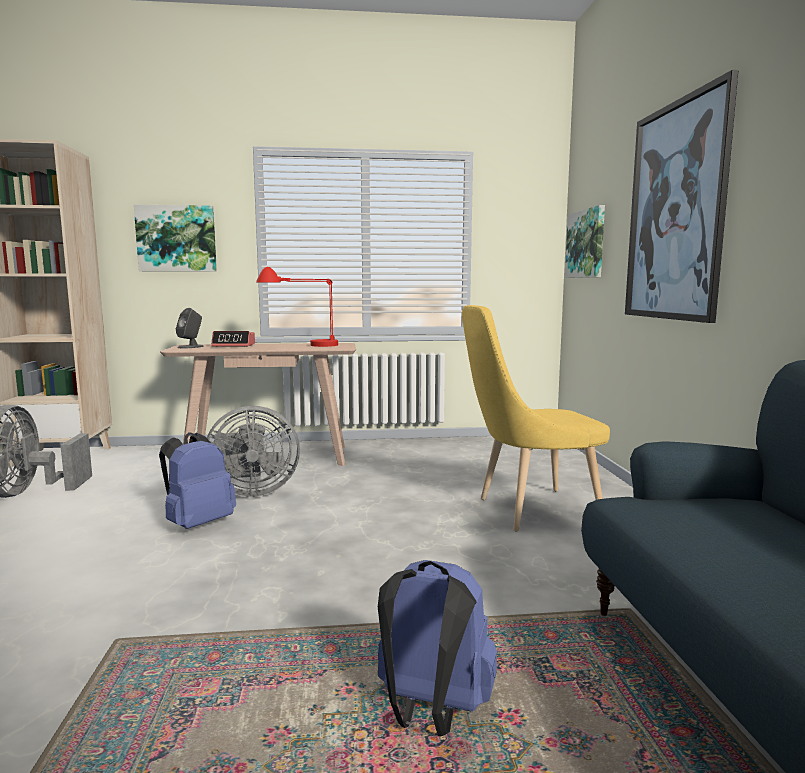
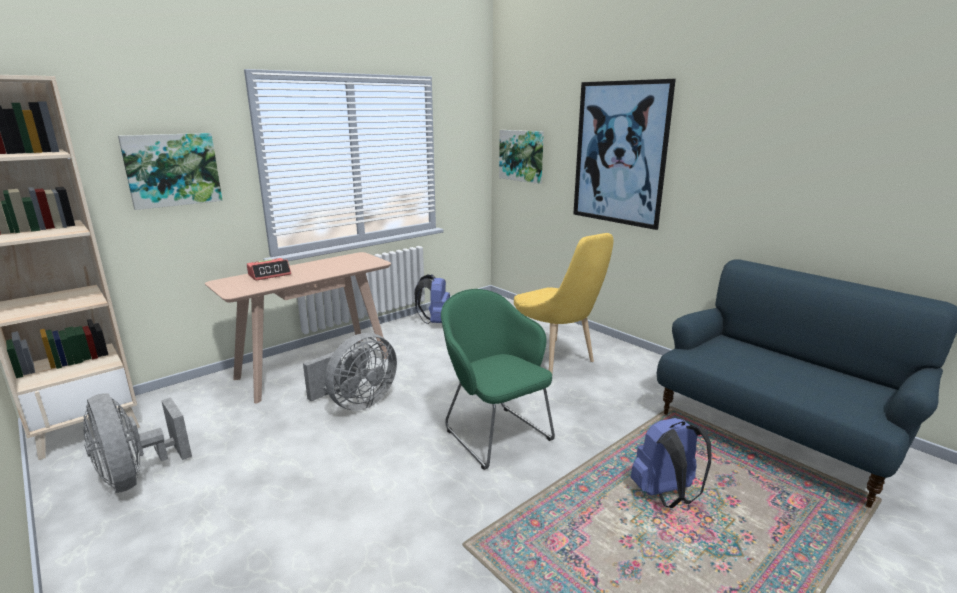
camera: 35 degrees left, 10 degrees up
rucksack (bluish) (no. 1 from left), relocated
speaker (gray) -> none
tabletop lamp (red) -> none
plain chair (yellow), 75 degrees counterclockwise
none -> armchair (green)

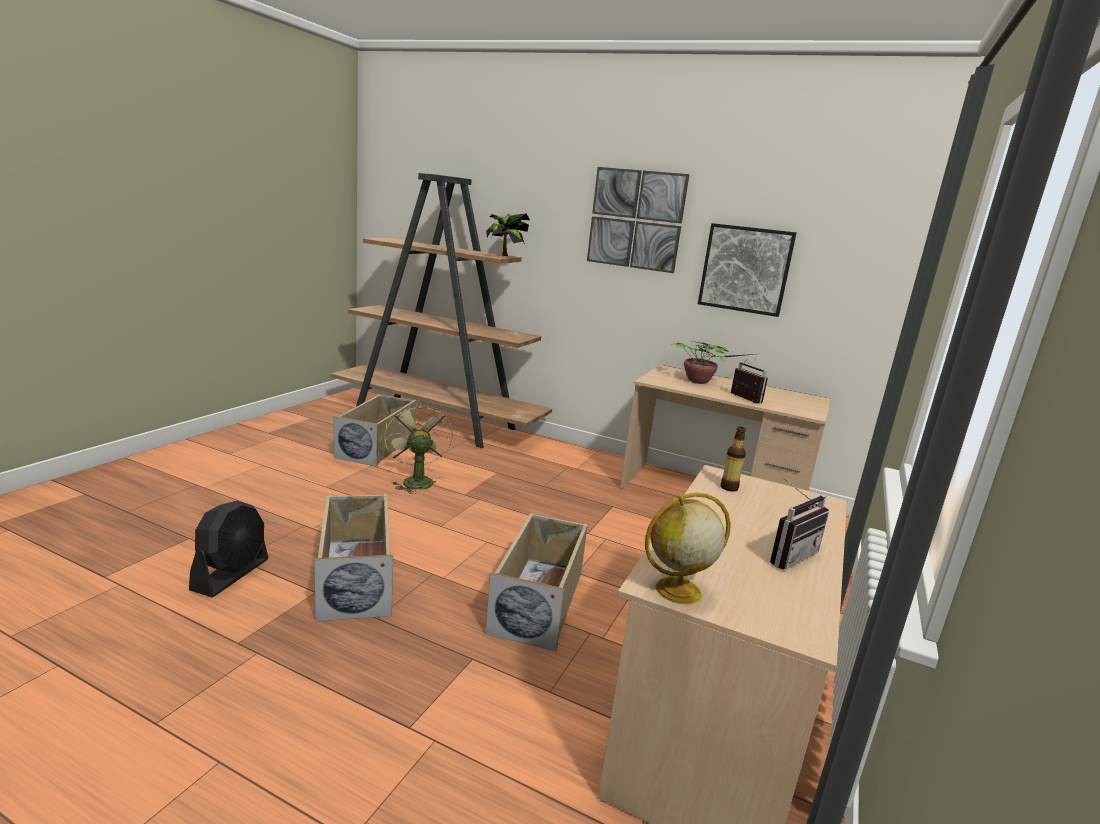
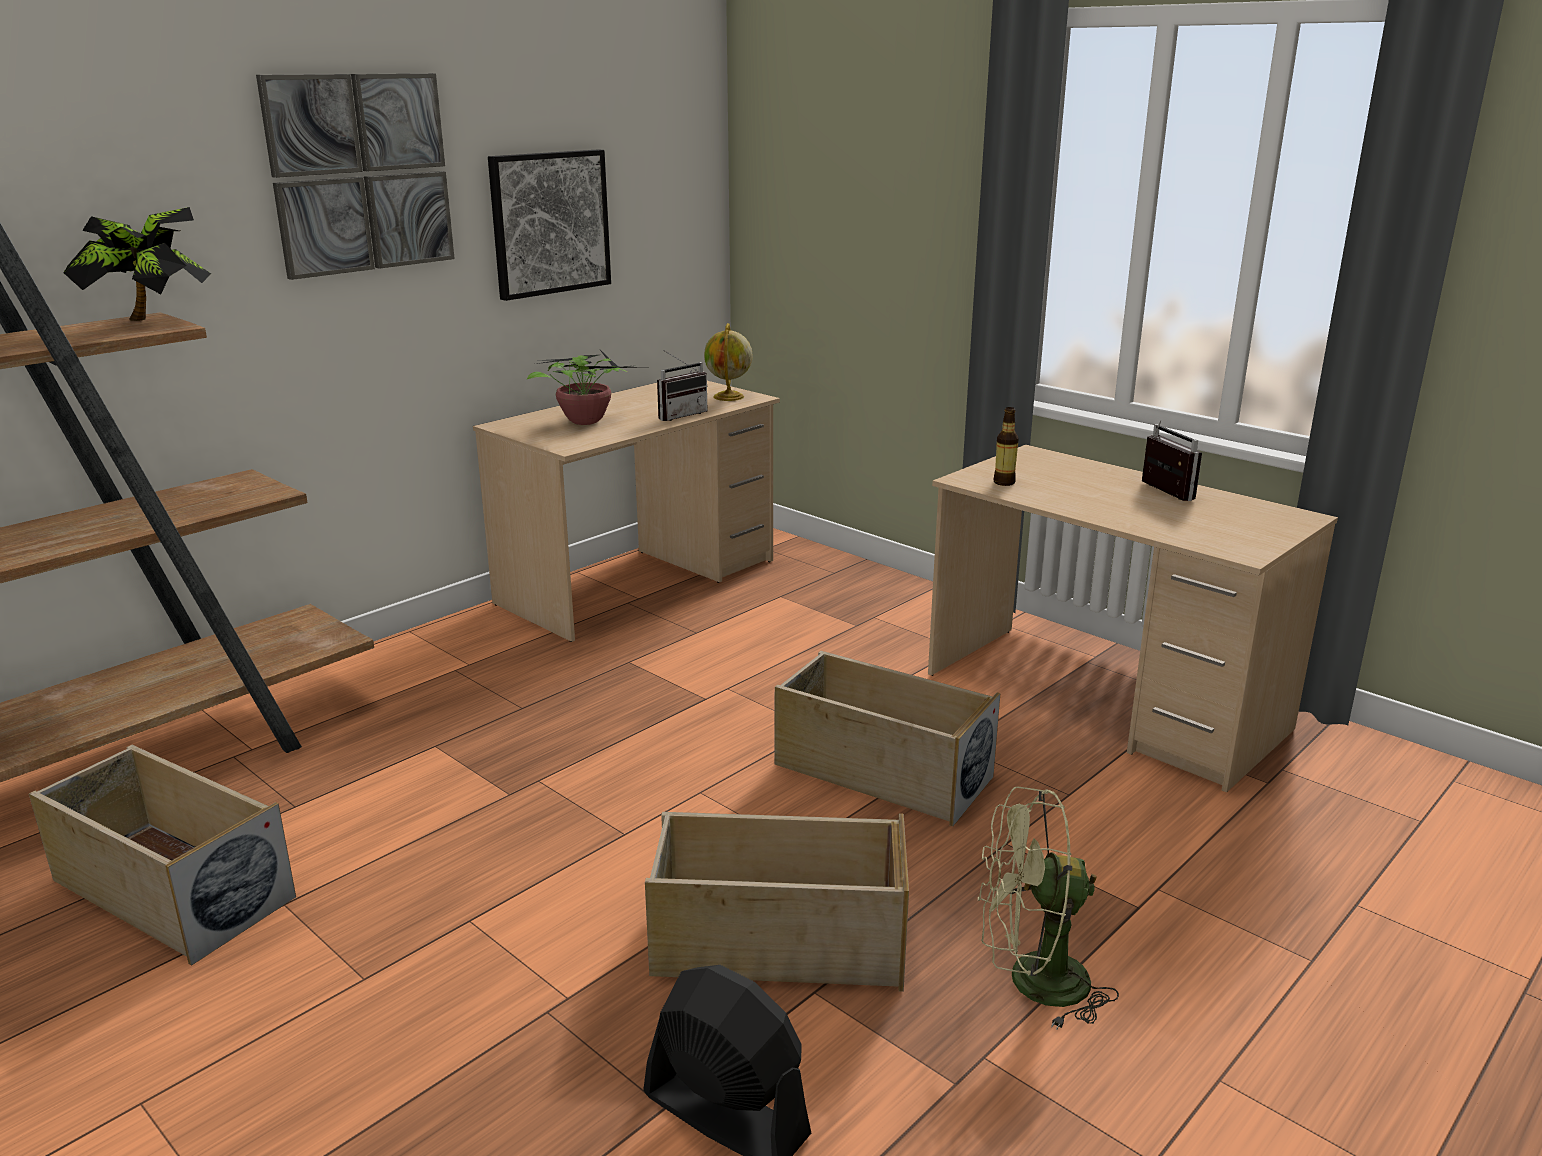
camera: 70 degrees left, 5 degrees up
electric fan (green), relocated
desk globe, relocated
radio set (no. 1 from left), 150 degrees clockwise

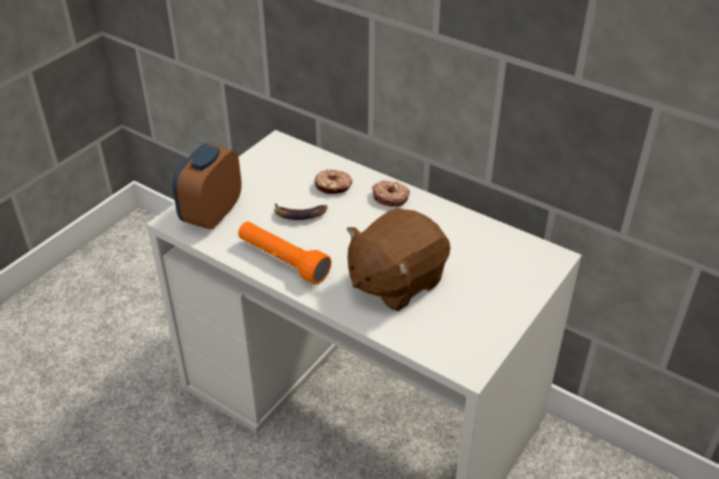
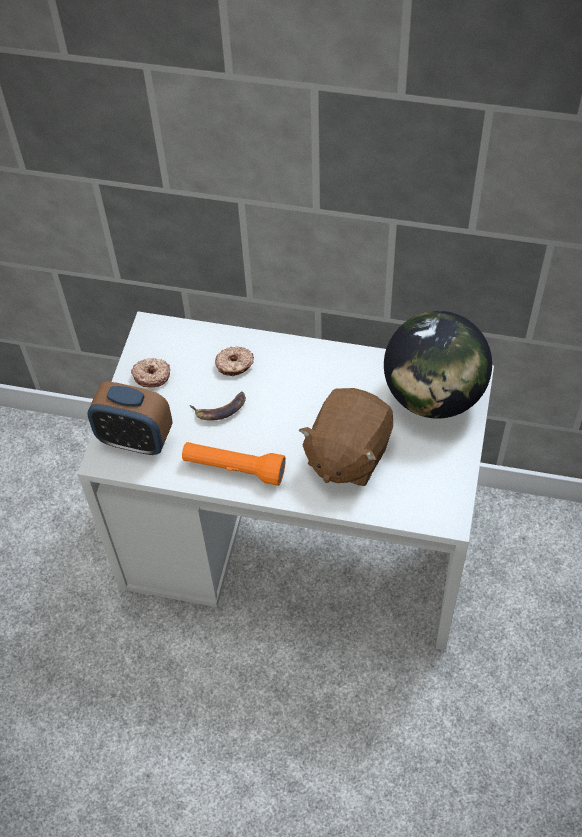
camera: 20 degrees left, 15 degrees up
table clock, 75 degrees counterclockwise
ring doughnut (no. 2 from left in the first image) -> ring doughnut (no. 1 from left), relocated
none -> desk globe

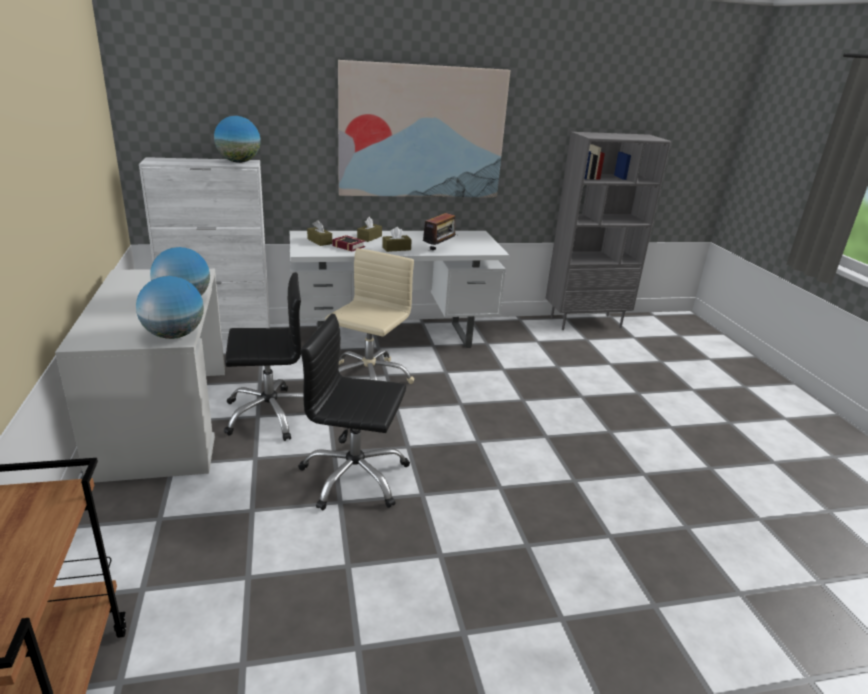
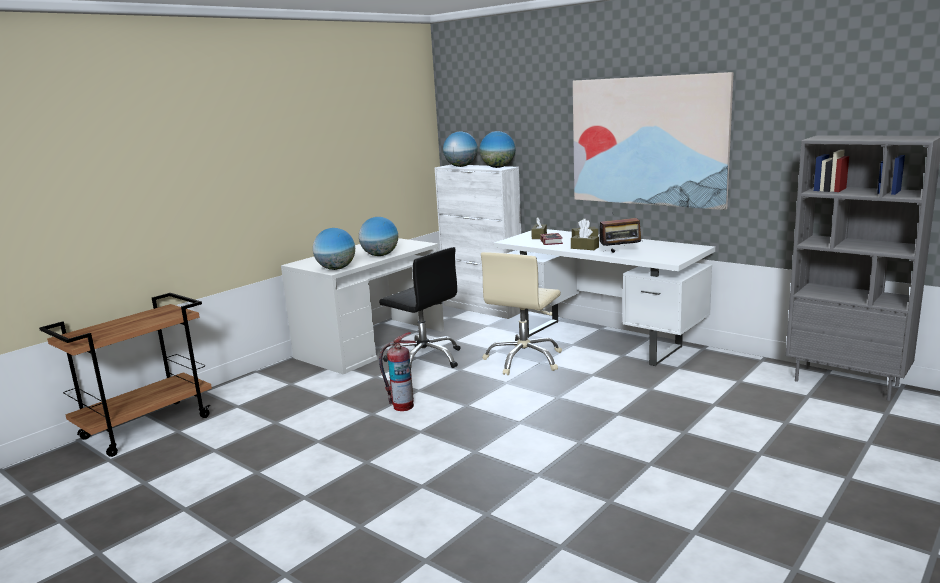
camera: 55 degrees right, 10 degrees down
computer chair (blackish) (no. 2 from left) -> fire extinguisher
computer chair (beige), 135 degrees clockwise
none -> desk globe (no. 3 from left)

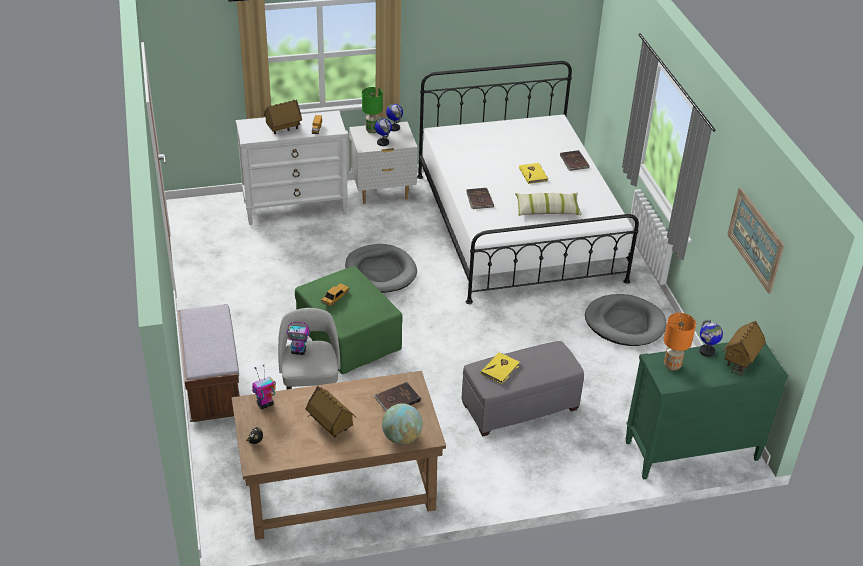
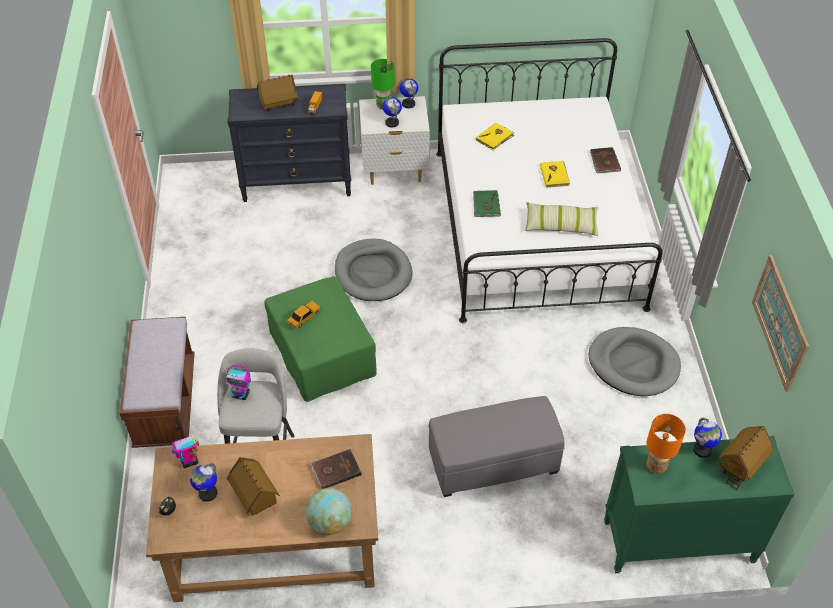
camera: 10 degrees right, 10 degrees up
chest of drawers (white) -> chest of drawers (blackish)
book (brown-coloured) (no. 2 from left) -> book (green)
book (yellow) (no. 1 from left), relocated
none -> desk globe (no. 1 from left)

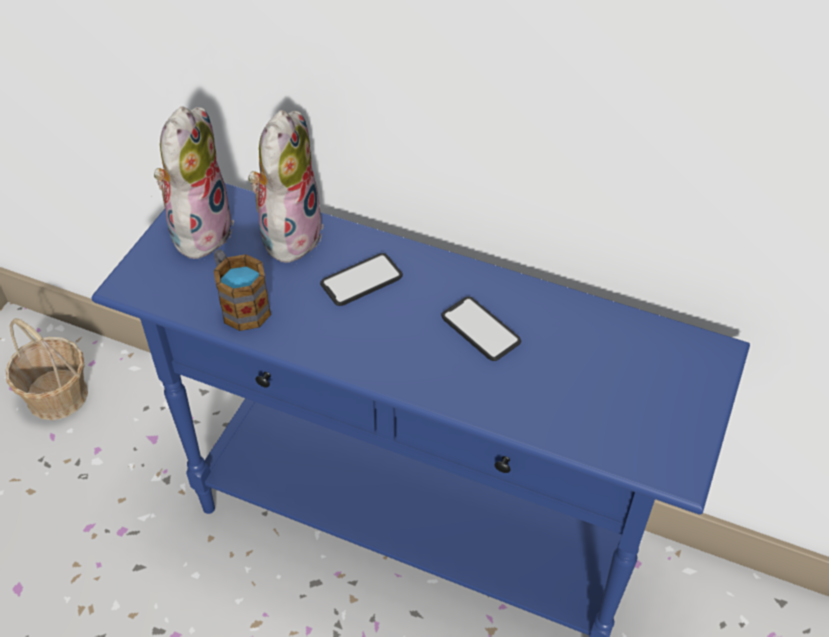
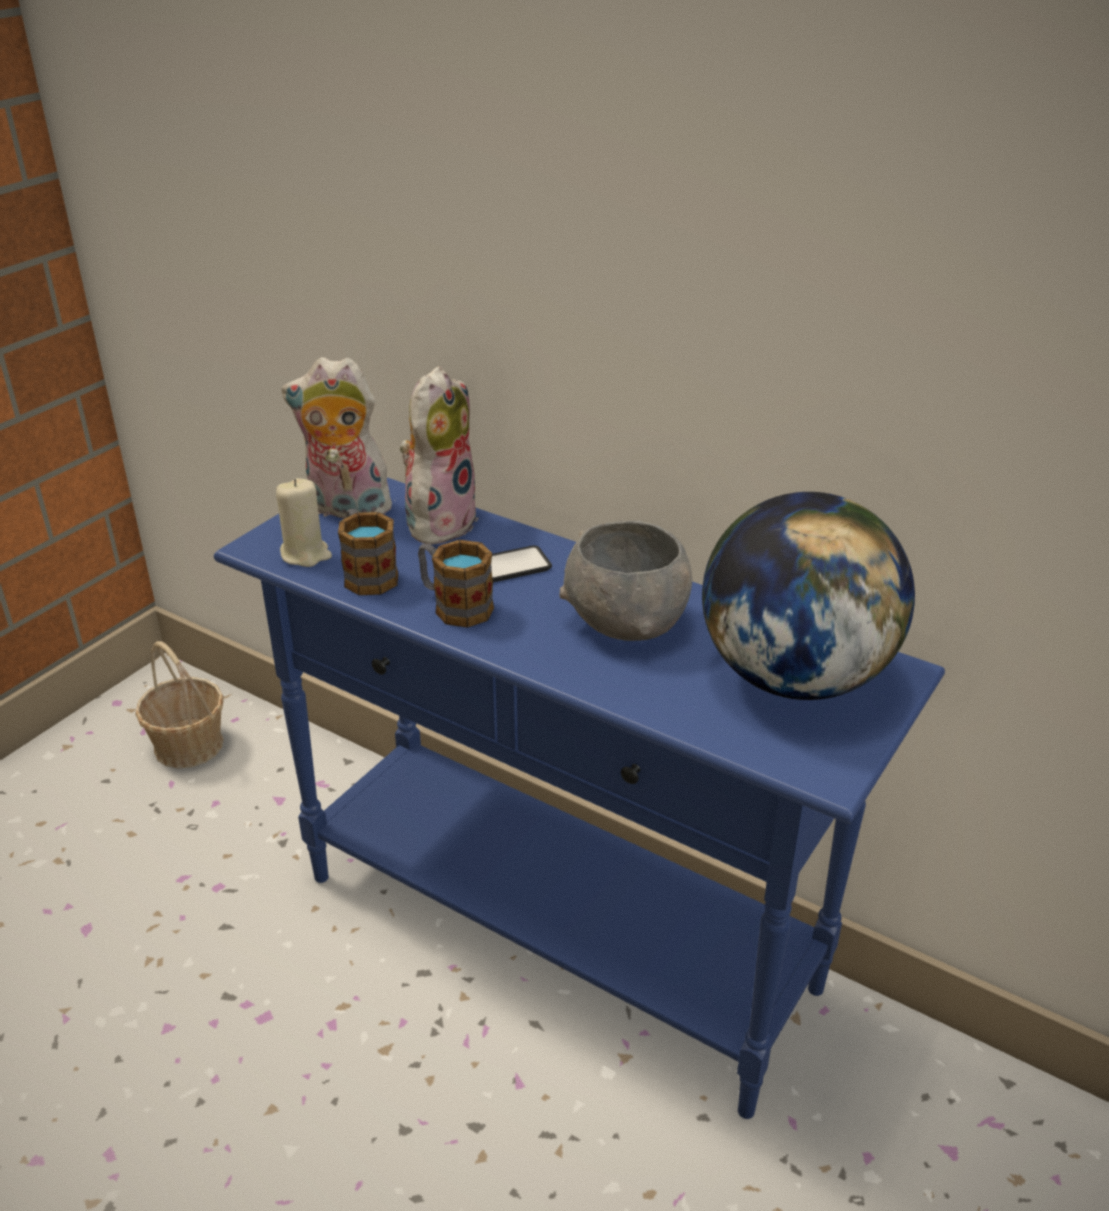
camera: 10 degrees right, 15 degrees down
plush toy (no. 1 from left), 105 degrees counterclockwise
telephone (no. 2 from left) -> bowl (gray)
none -> wax candle (beige)
none -> mug (no. 2 from left)
none -> desk globe

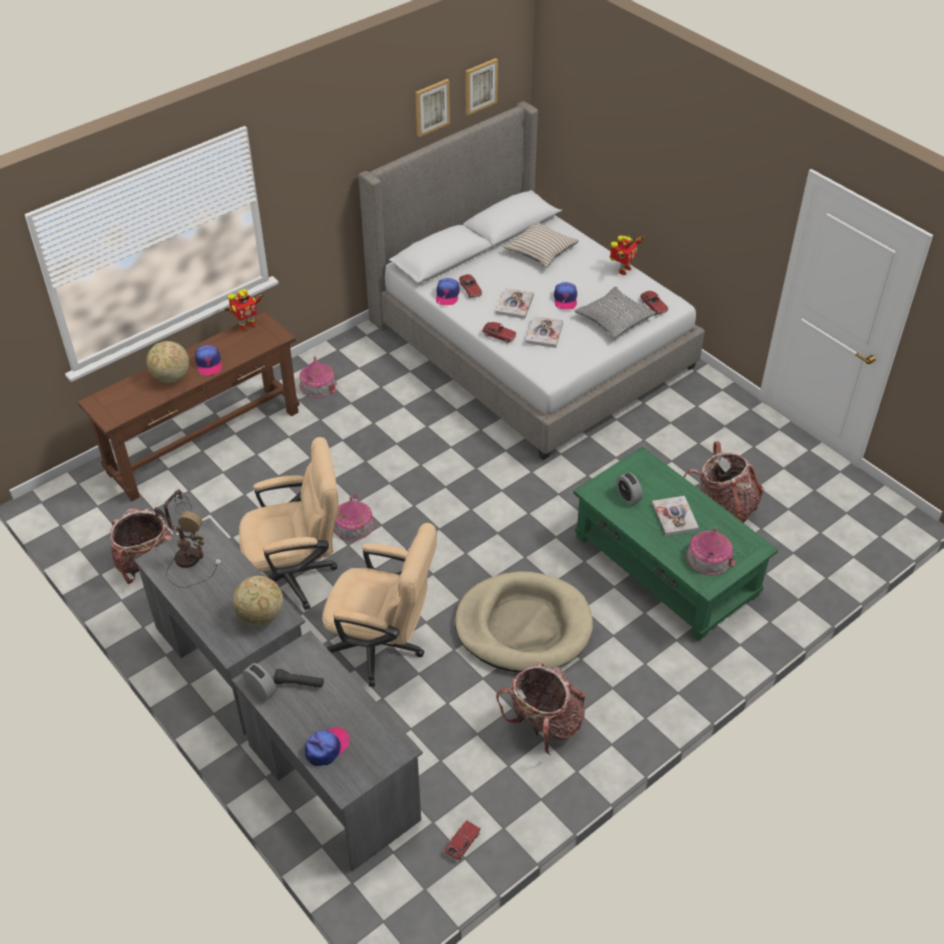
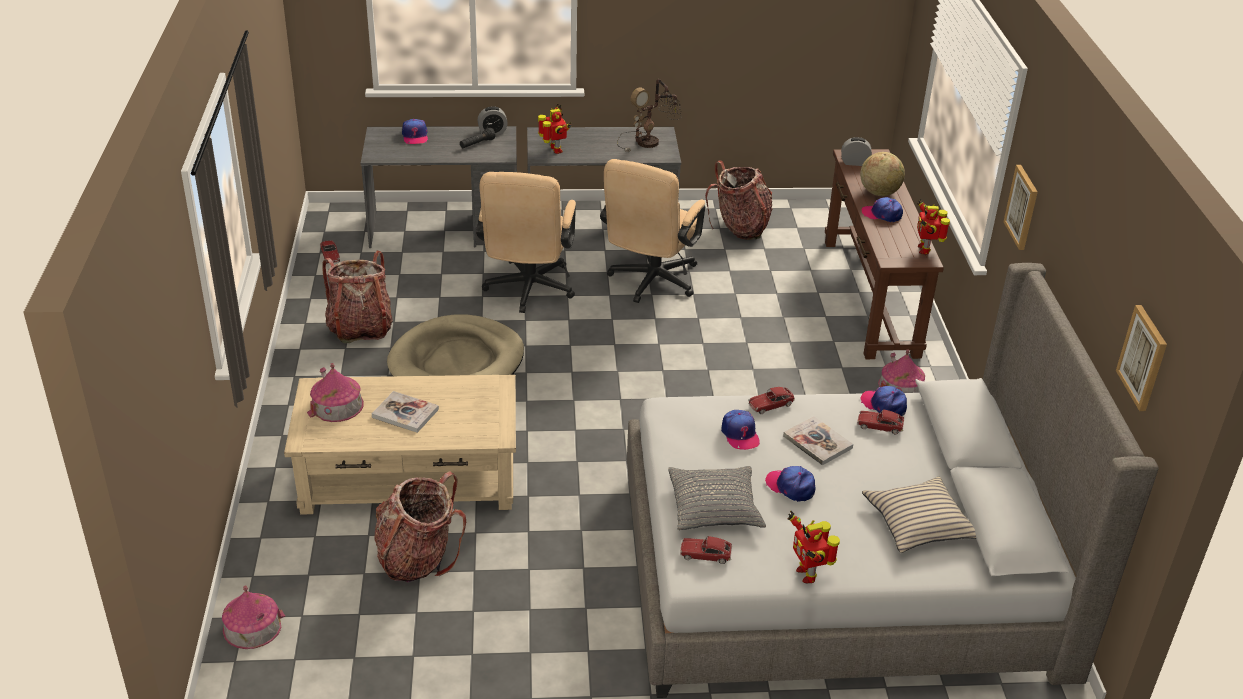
camera: 125 degrees right, 10 degrees down
desk globe (no. 2 from left) -> model robot (no. 1 from left)
computer chair (beige) (no. 2 from left in the first image) -> computer chair (beige) (no. 1 from left), 45 degrees counterclockwise
miniature house (no. 2 from left in the first image) -> miniature house (no. 1 from left), relocated
picture (no. 1 from left), relocated
book (no. 2 from left) -> baseball cap (no. 2 from left)
coffee table (green) -> coffee table (beige)
table clock (no. 2 from left), relocated

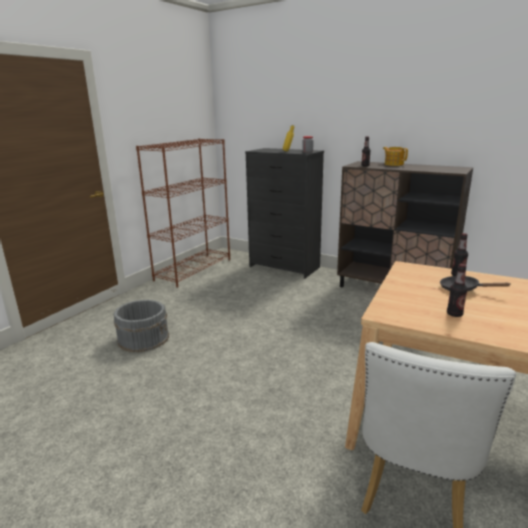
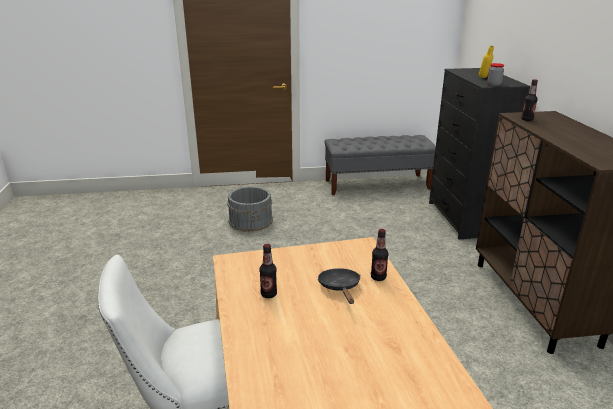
camera: 50 degrees right, 5 degrees up
bookshelf (brown-coloured) -> bench (gray)
teapot -> none

